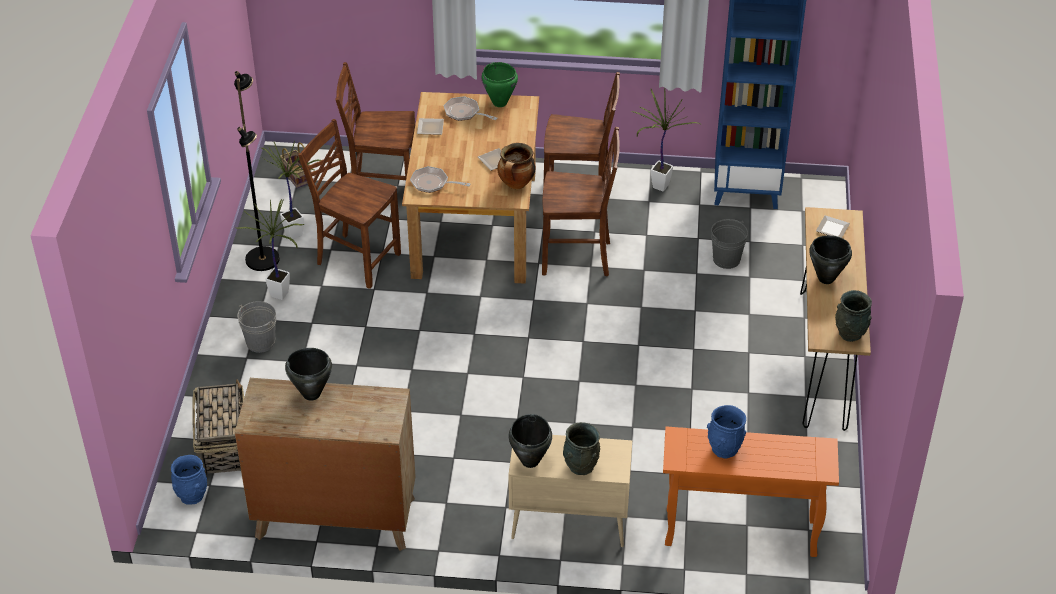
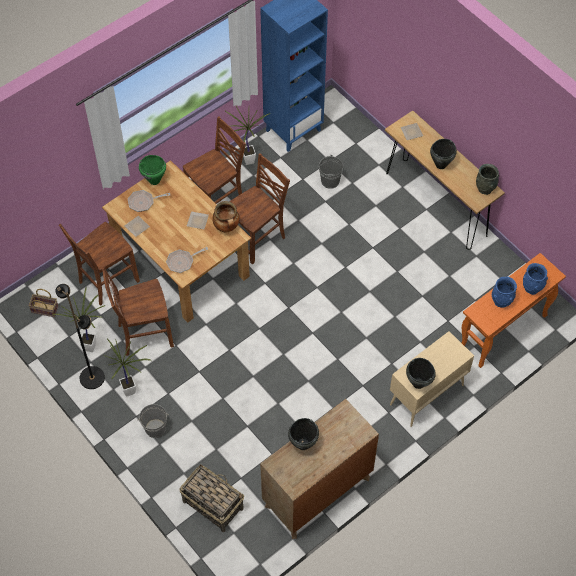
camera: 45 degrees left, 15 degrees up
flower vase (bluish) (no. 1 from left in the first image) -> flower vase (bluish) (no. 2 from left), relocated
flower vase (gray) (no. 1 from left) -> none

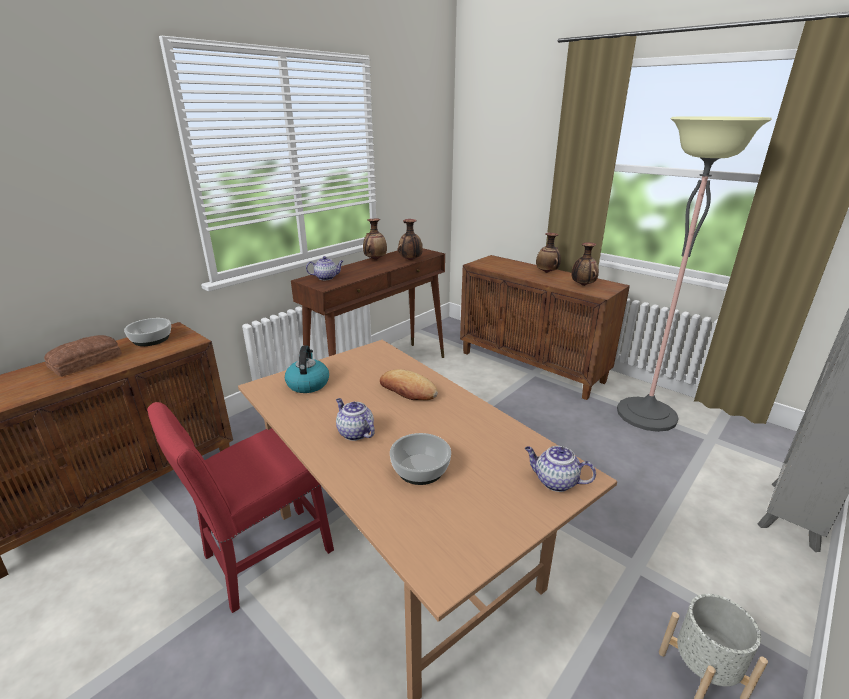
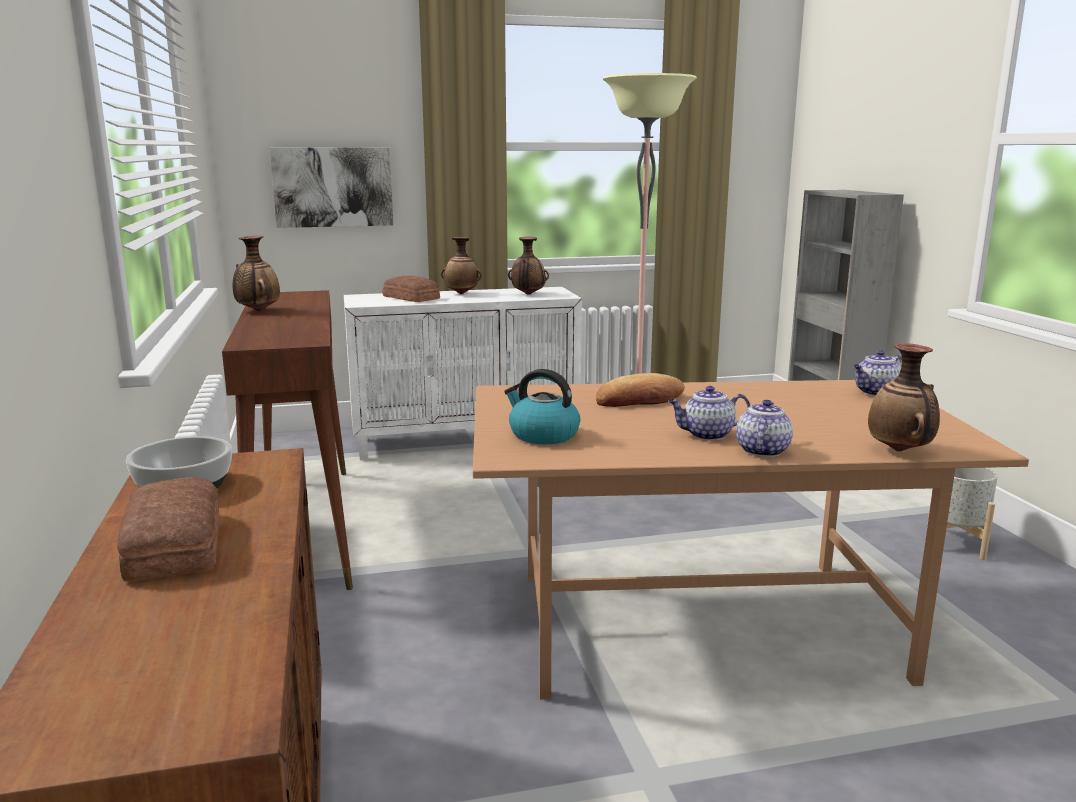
camera: 55 degrees left, 10 degrees down
plain chair (red) -> none
teapot (no. 1 from left in the first image) -> teapot (no. 2 from left), relocated
bowl (no. 2 from left) -> none
flower vase (no. 2 from left in the first image) -> flower vase (no. 4 from left), relocated
cabinet (brown-coloured) (no. 2 from left) -> cabinet (white)
none -> picture
none -> bread (no. 2 from left)

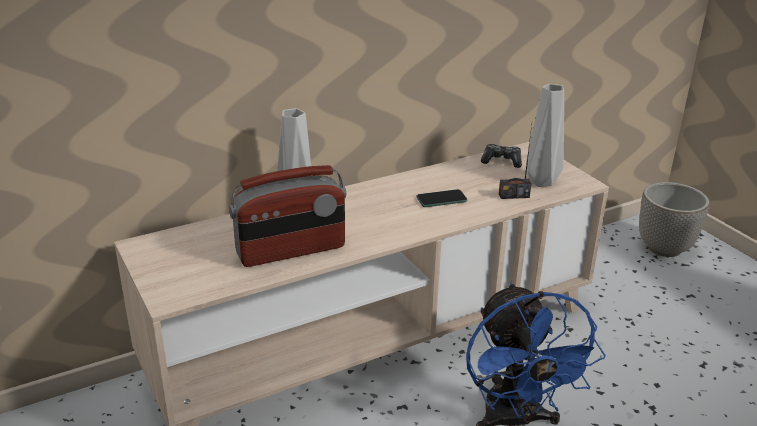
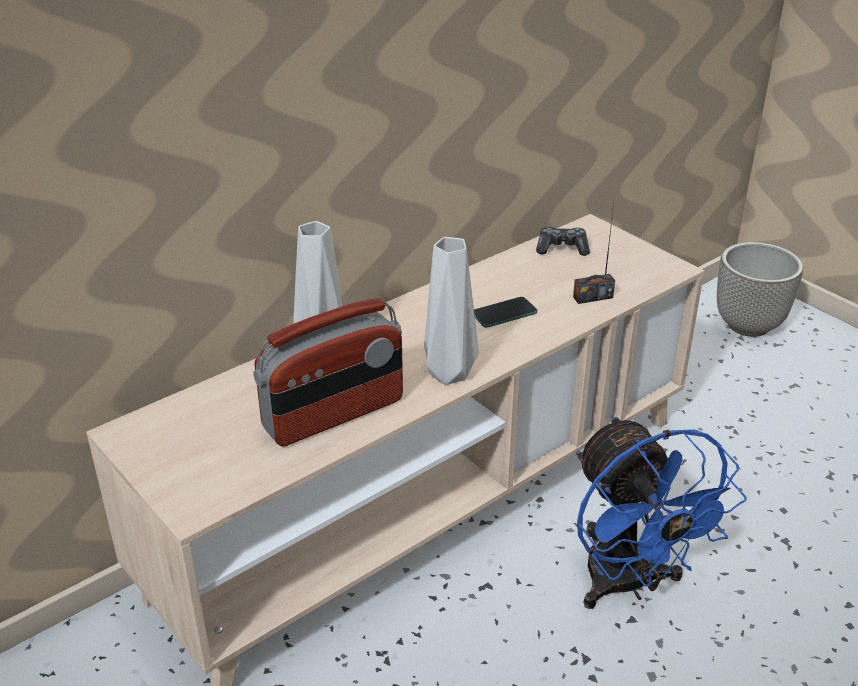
camera: 10 degrees left, 5 degrees up
flower vase (gray) (no. 2 from left), relocated

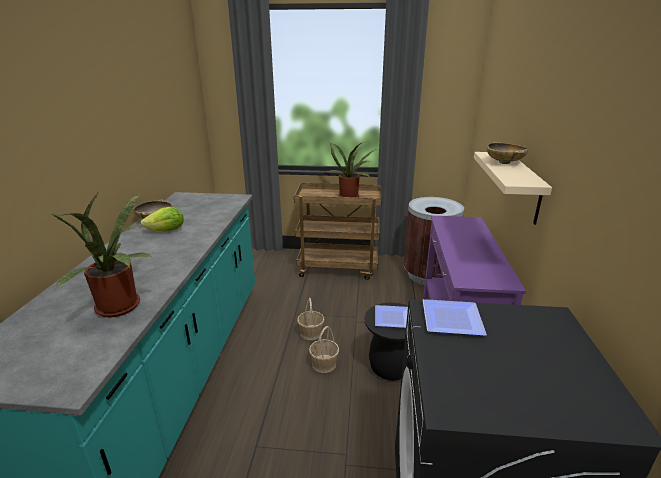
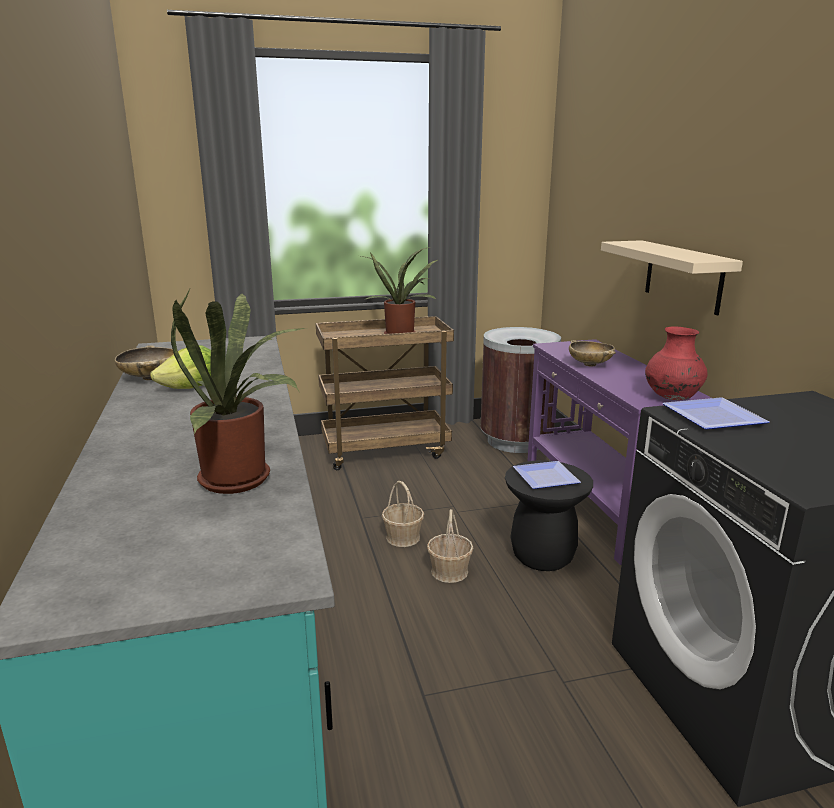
camera: 20 degrees left, 5 degrees down
bowl (beige) (no. 2 from left), relocated
none -> flower vase (red)

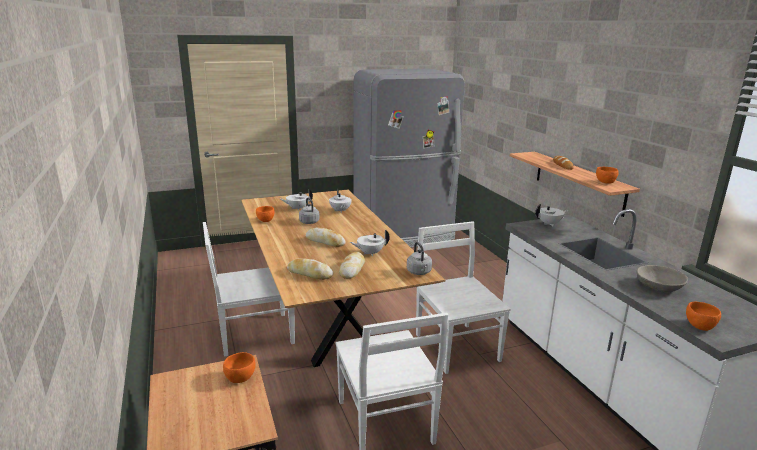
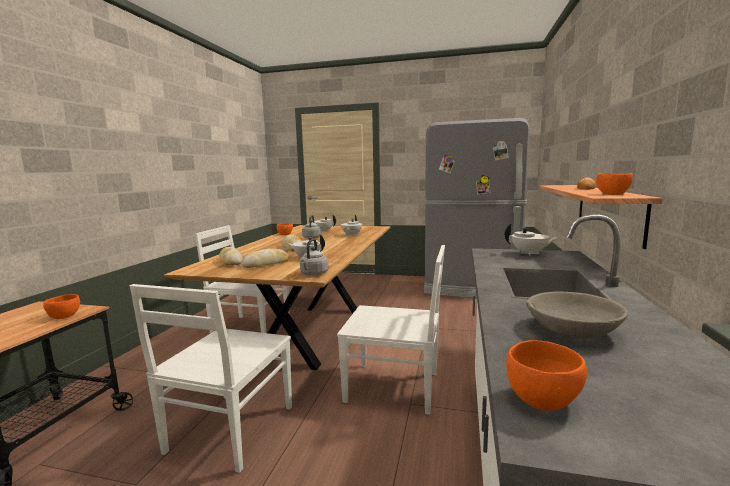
camera: 35 degrees right, 10 degrees down
plain chair (white) (no. 3 from left), 90 degrees clockwise

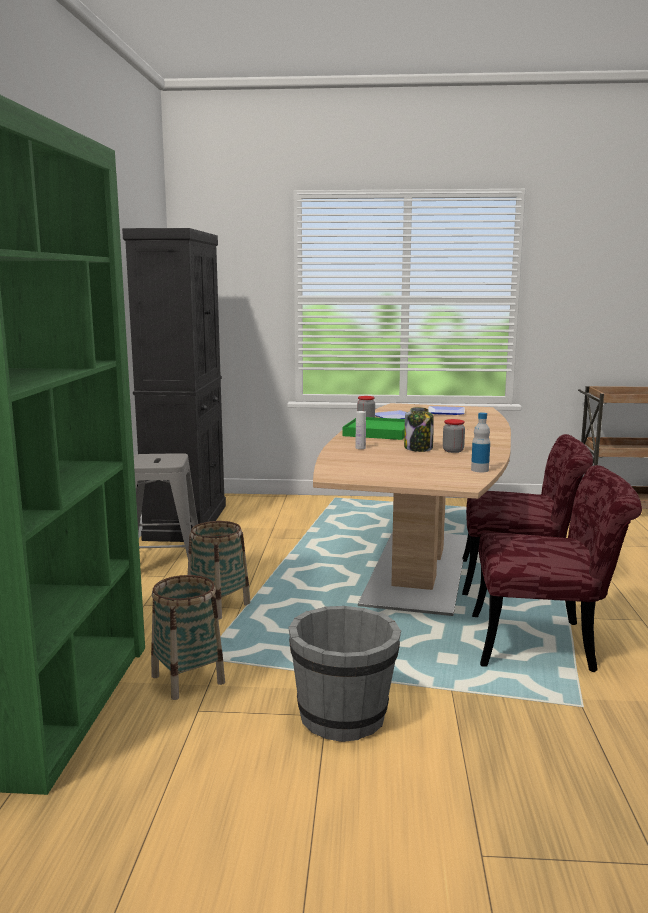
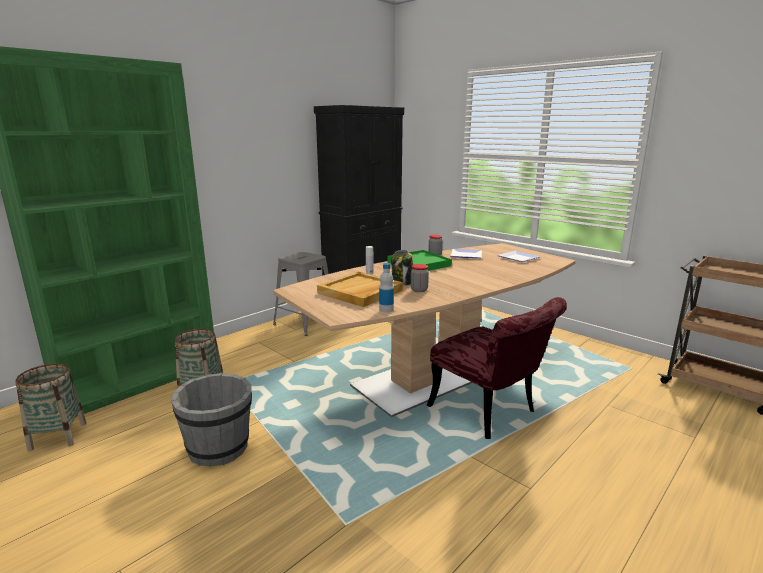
camera: 40 degrees right, 5 degrees up
household basket (no. 2 from left in the first image) -> household basket (no. 1 from left), relocated
plain chair (red) (no. 2 from left) -> none
none -> serving tray (beige)

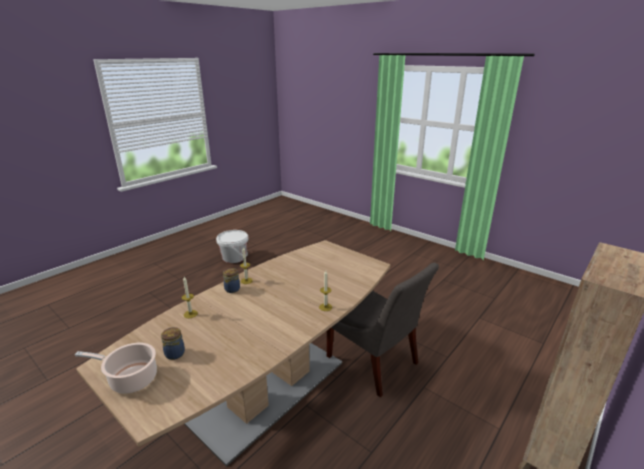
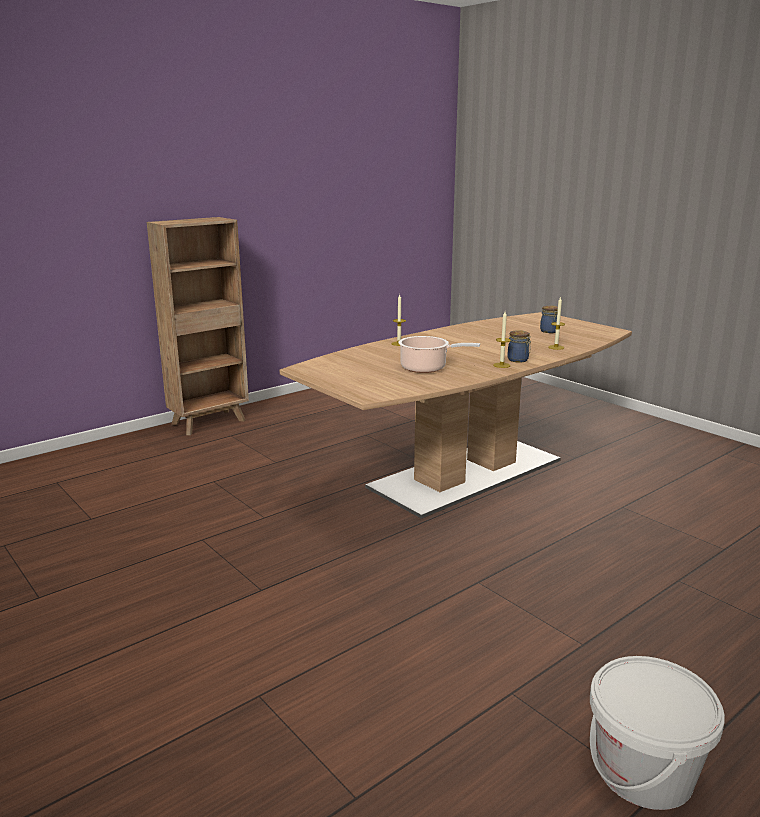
camera: 170 degrees left, 5 degrees down
cooking pot, relocated
plain chair (gray) -> none

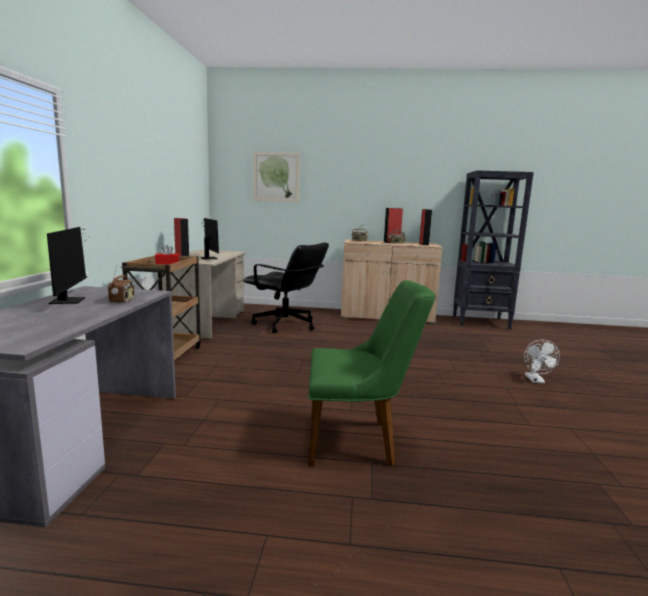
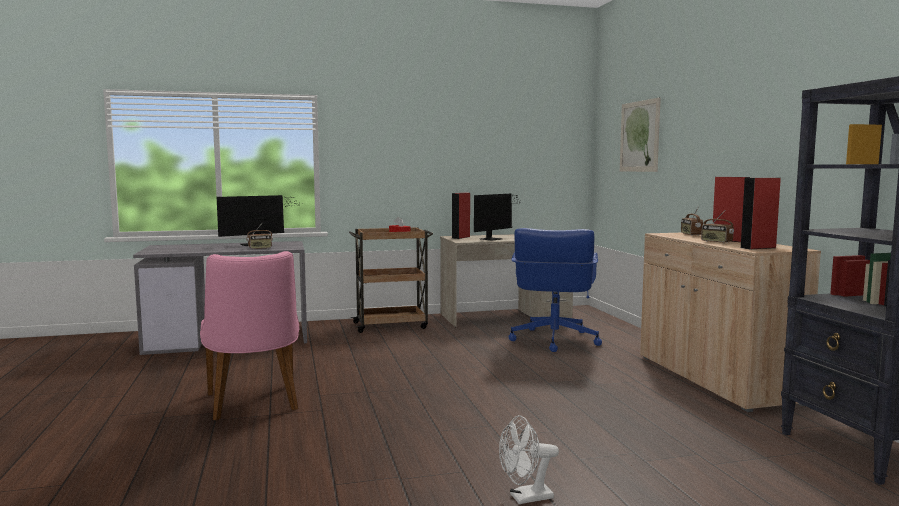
camera: 70 degrees right, 5 degrees down
computer chair (blackish) -> computer chair (bluish)
plain chair (green) -> plain chair (pinkish)

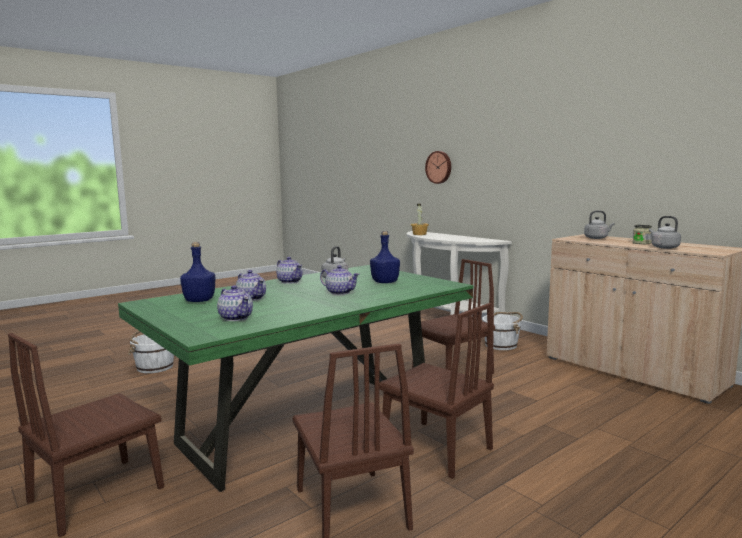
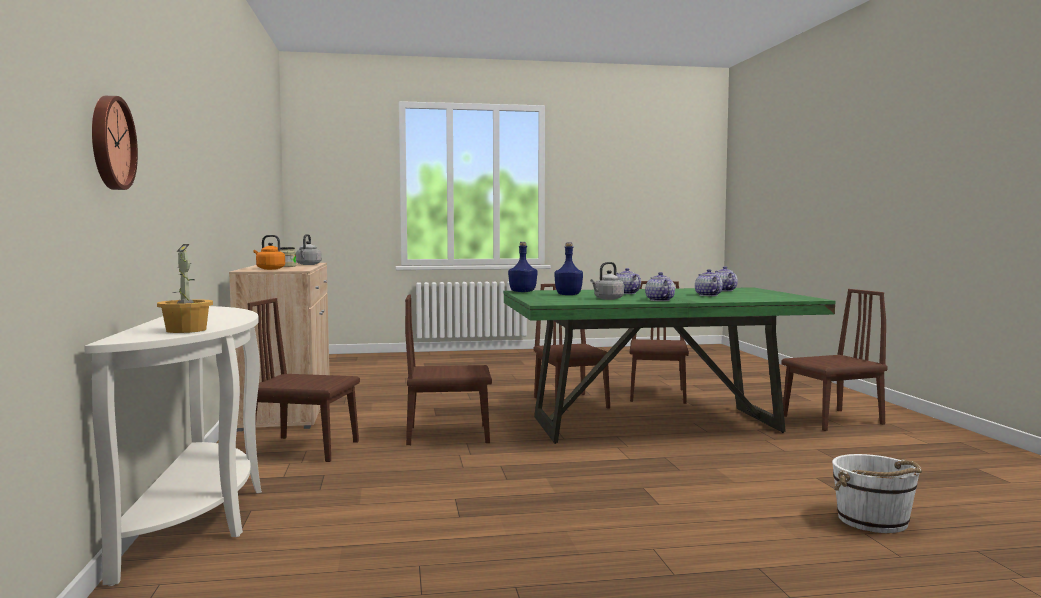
camera: 150 degrees left, 5 degrees down
beverage bottle (bluish) (no. 1 from left), relocated
pail (white) (no. 2 from left) -> plain chair (brown-coloured) (no. 1 from left)
kettle (gray) (no. 2 from left) -> kettle (orange)

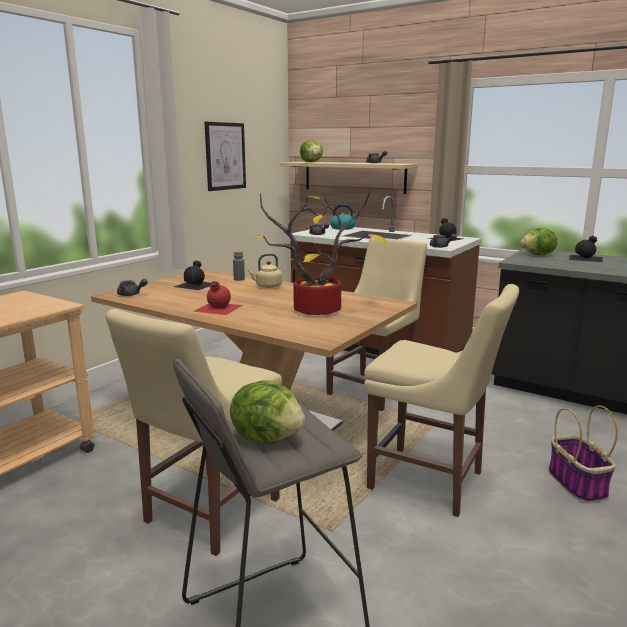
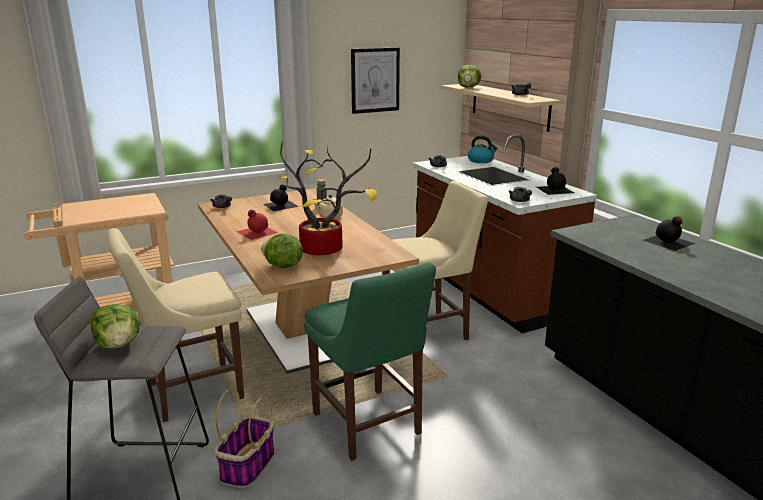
camera: 30 degrees right, 5 degrees up
plain chair (beige) (no. 3 from left) -> plain chair (green)
lettuce (no. 3 from left in the first image) -> lettuce (no. 2 from left), relocated
household basket, relocated

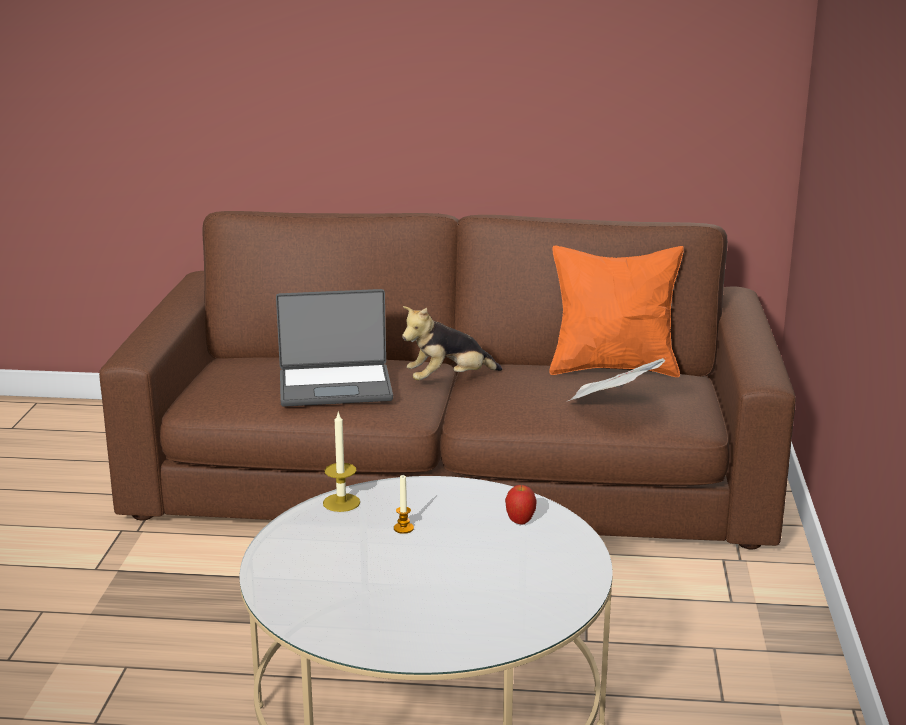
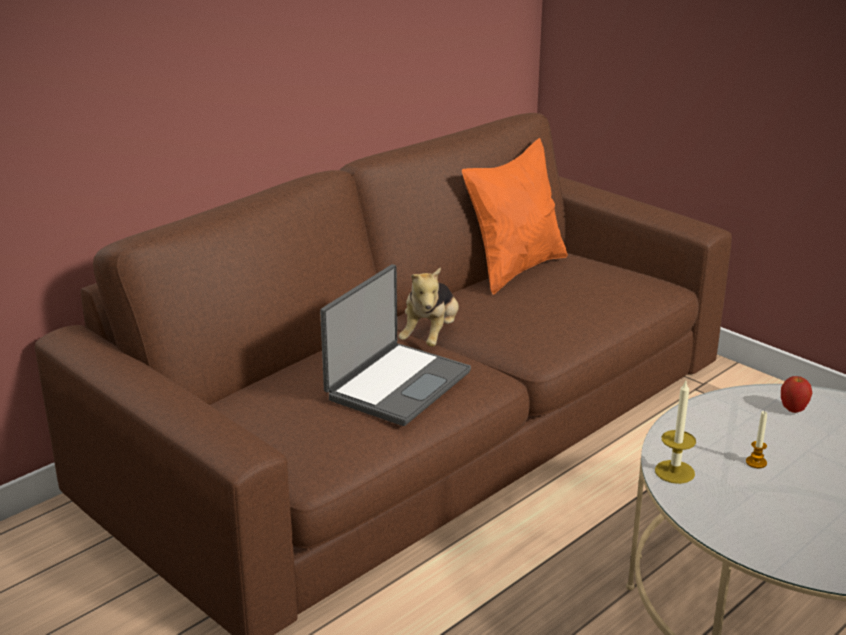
camera: 50 degrees left, 5 degrees up
newspaper -> none

